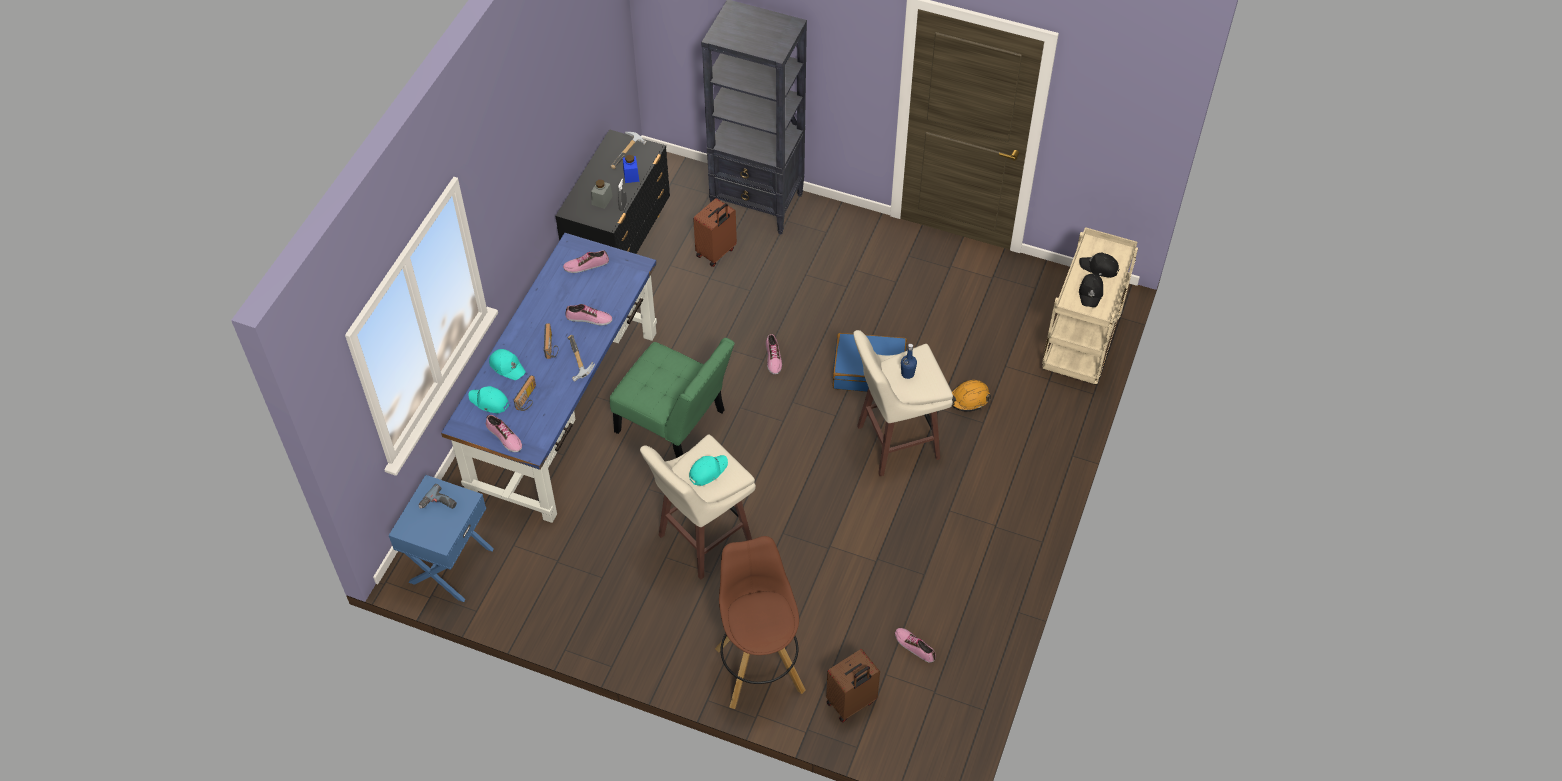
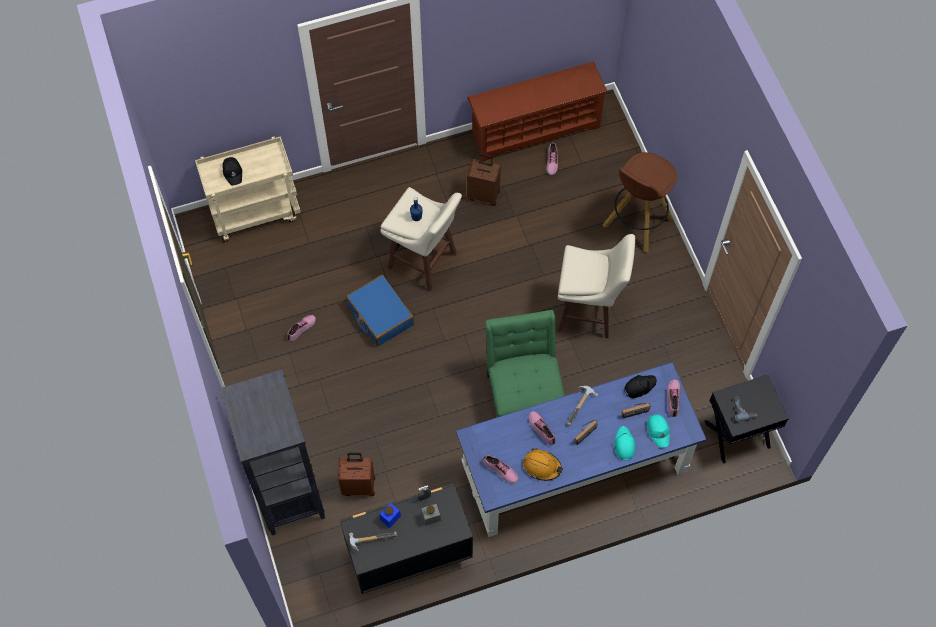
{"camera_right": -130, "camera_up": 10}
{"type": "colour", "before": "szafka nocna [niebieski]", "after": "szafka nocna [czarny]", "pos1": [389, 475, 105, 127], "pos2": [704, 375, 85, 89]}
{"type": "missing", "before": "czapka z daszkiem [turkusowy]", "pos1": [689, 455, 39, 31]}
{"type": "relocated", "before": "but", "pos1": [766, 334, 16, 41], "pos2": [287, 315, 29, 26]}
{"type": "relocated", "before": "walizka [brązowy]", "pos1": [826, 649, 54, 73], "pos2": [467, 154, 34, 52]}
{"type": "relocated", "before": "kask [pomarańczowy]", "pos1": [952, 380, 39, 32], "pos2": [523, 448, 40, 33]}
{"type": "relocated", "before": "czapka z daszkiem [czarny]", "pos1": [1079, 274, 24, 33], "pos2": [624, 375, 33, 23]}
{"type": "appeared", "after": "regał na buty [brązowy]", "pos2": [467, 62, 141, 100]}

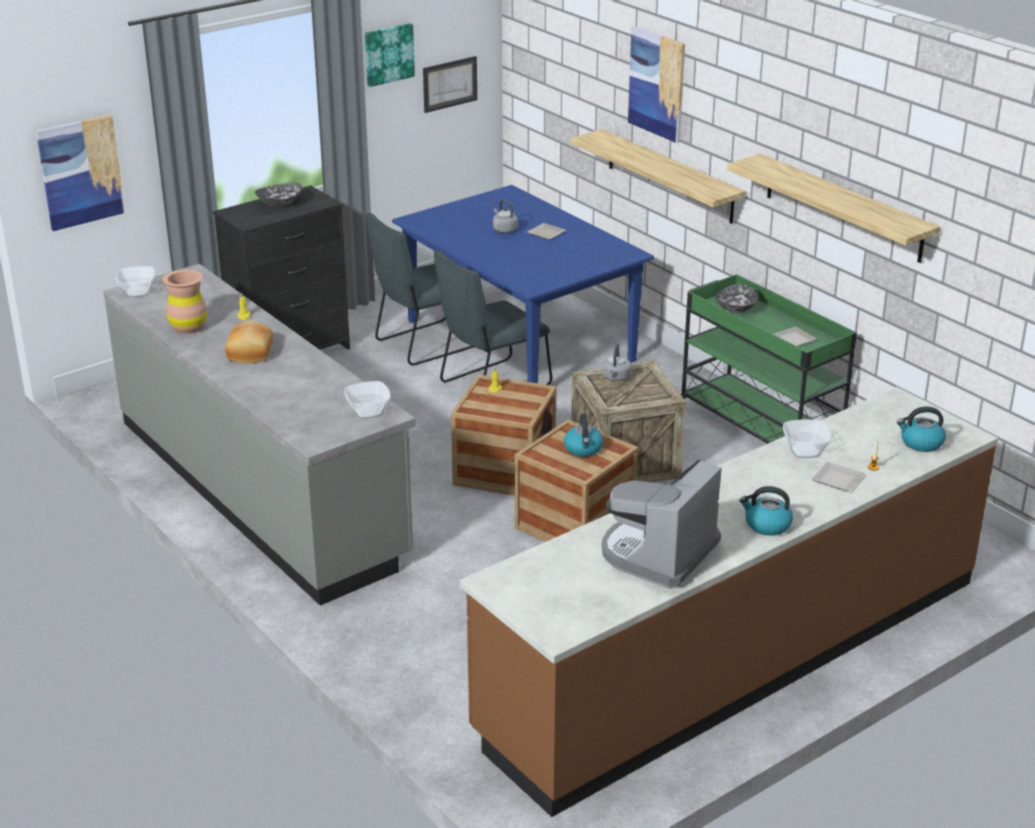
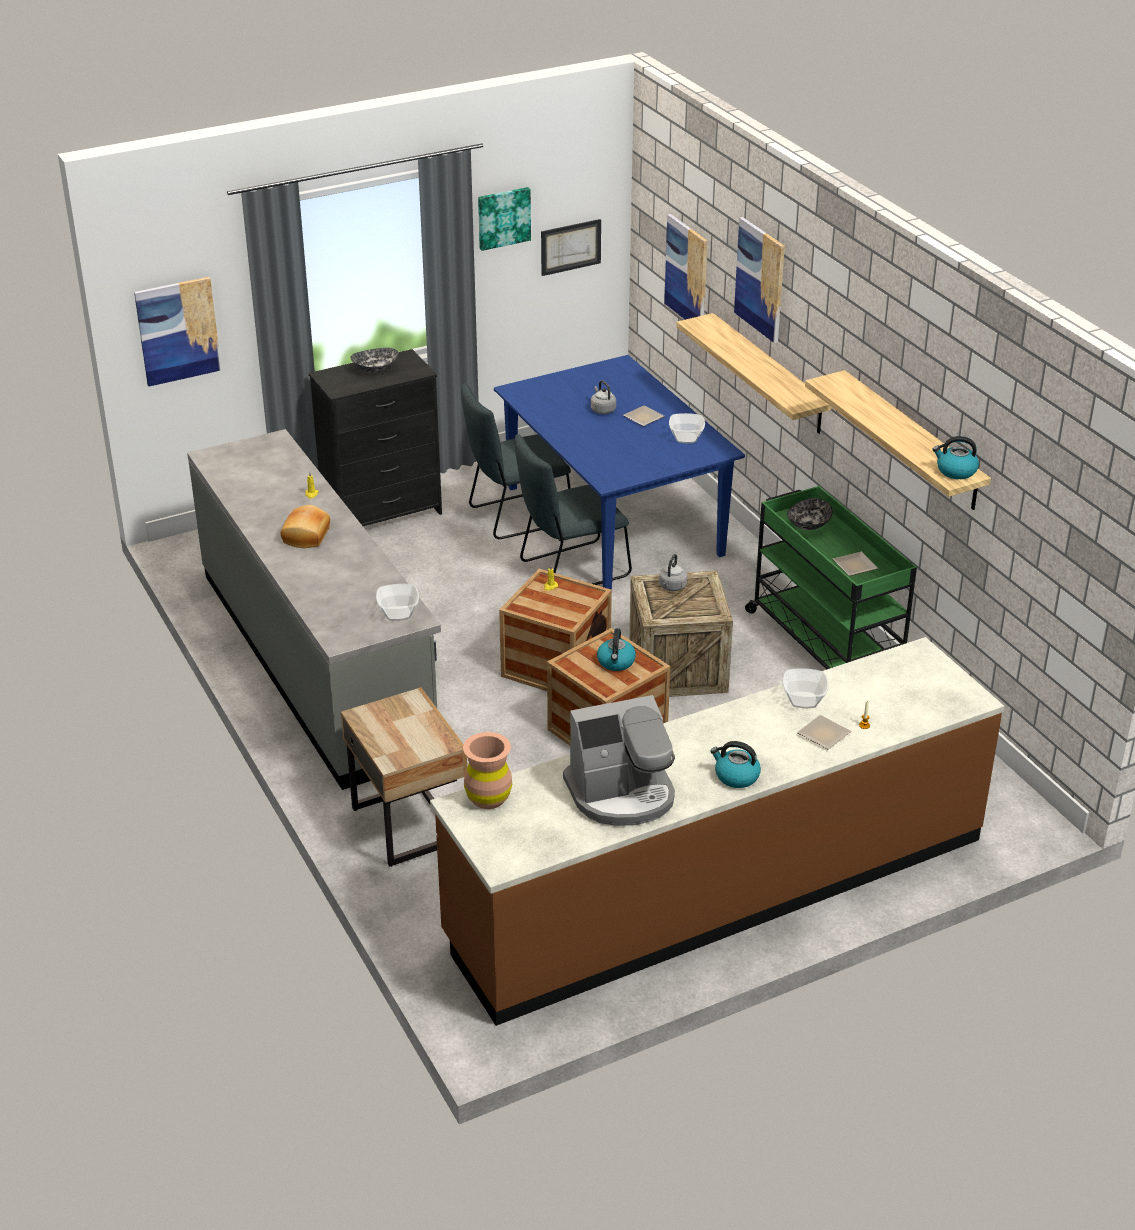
{"camera_right": 10, "camera_up": 5}
{"type": "relocated", "before": "miska", "pos1": [116, 266, 39, 31], "pos2": [669, 413, 36, 30]}
{"type": "relocated", "before": "wazon [brązowy]", "pos1": [162, 270, 45, 64], "pos2": [463, 732, 49, 77]}
{"type": "spun", "before": "ekspres do kawy", "pos1": [602, 459, 120, 130], "pos2": [563, 695, 112, 131], "turn": -150}
{"type": "relocated", "before": "czajnik", "pos1": [897, 406, 49, 46], "pos2": [933, 436, 46, 43]}
{"type": "appeared", "after": "szafka nocna [beżowy]", "pos2": [341, 687, 126, 180]}
{"type": "appeared", "after": "obraz", "pos2": [664, 214, 44, 106]}

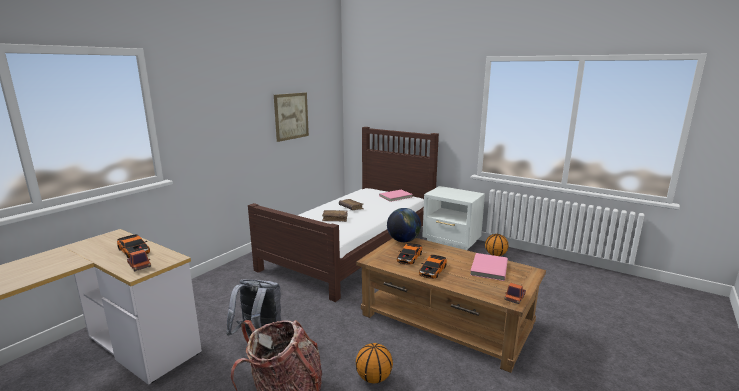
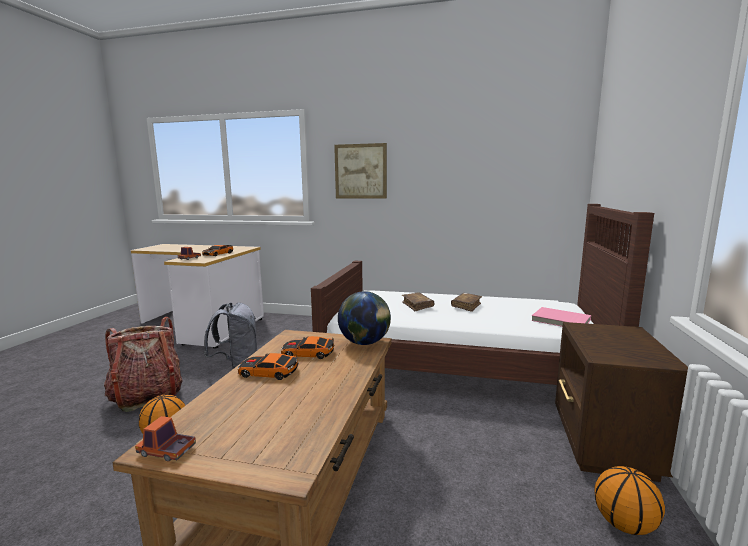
{"camera_right": 70, "camera_up": -5}
{"type": "relocated", "before": "obraz", "pos1": [274, 93, 35, 49], "pos2": [334, 143, 53, 56]}
{"type": "colour", "before": "szafka nocna [biały]", "after": "szafka nocna [brązowy]", "pos1": [422, 186, 63, 64], "pos2": [555, 322, 133, 160]}
{"type": "missing", "before": "książka [różowy]", "pos1": [470, 253, 38, 28]}

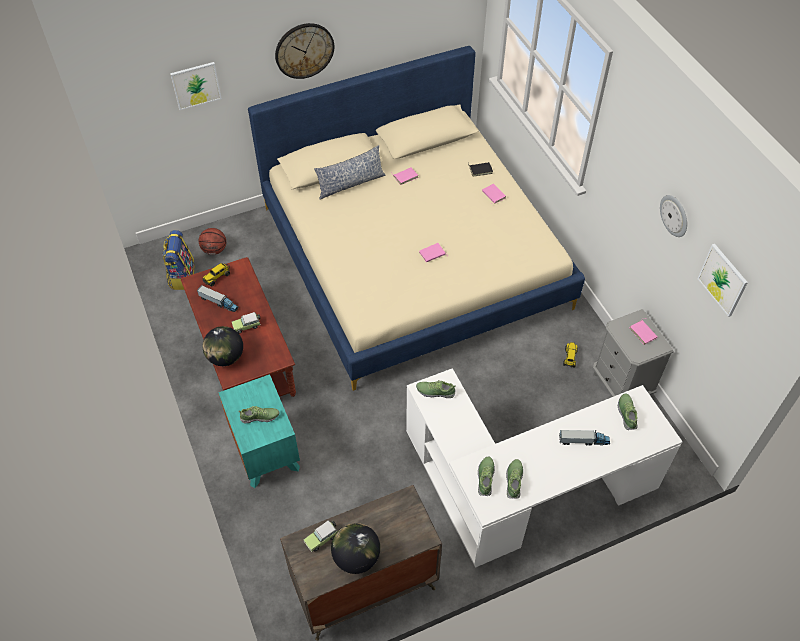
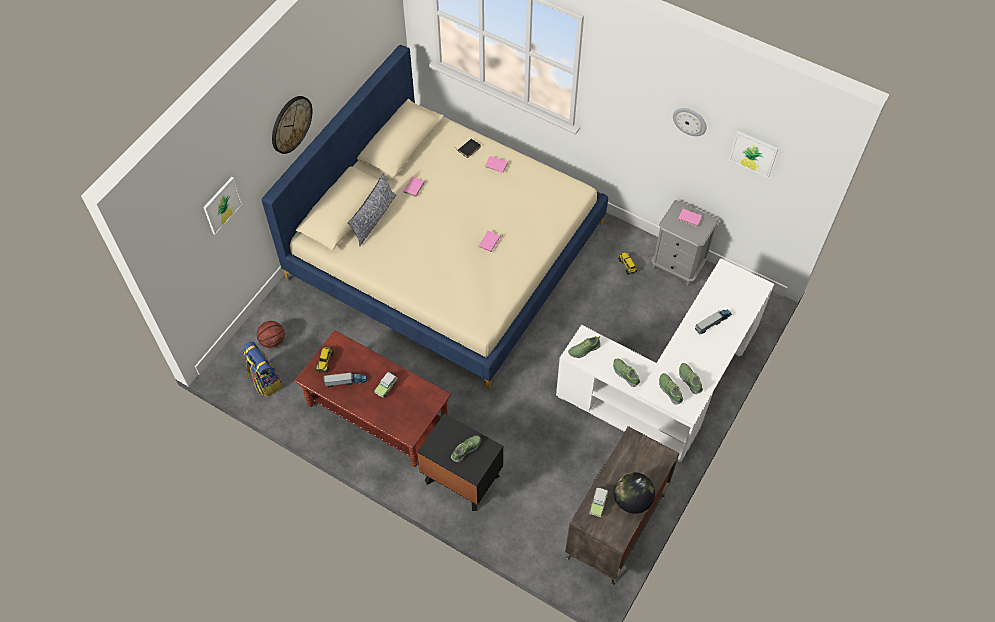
{"camera_right": -35, "camera_up": 5}
{"type": "missing", "before": "globus", "pos1": [203, 326, 40, 40]}
{"type": "colour", "before": "szafka nocna [turkusowy]", "after": "szafka nocna [czarny]", "pos1": [219, 374, 81, 114], "pos2": [417, 413, 86, 98]}
{"type": "relocated", "before": "but", "pos1": [618, 393, 20, 37], "pos2": [613, 358, 27, 29]}

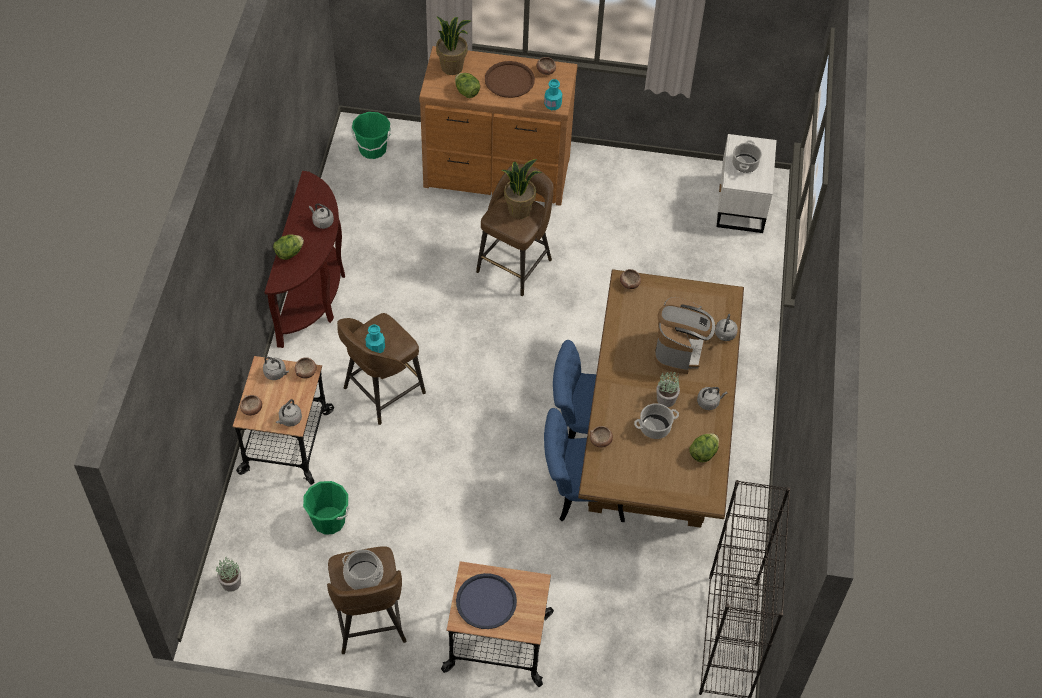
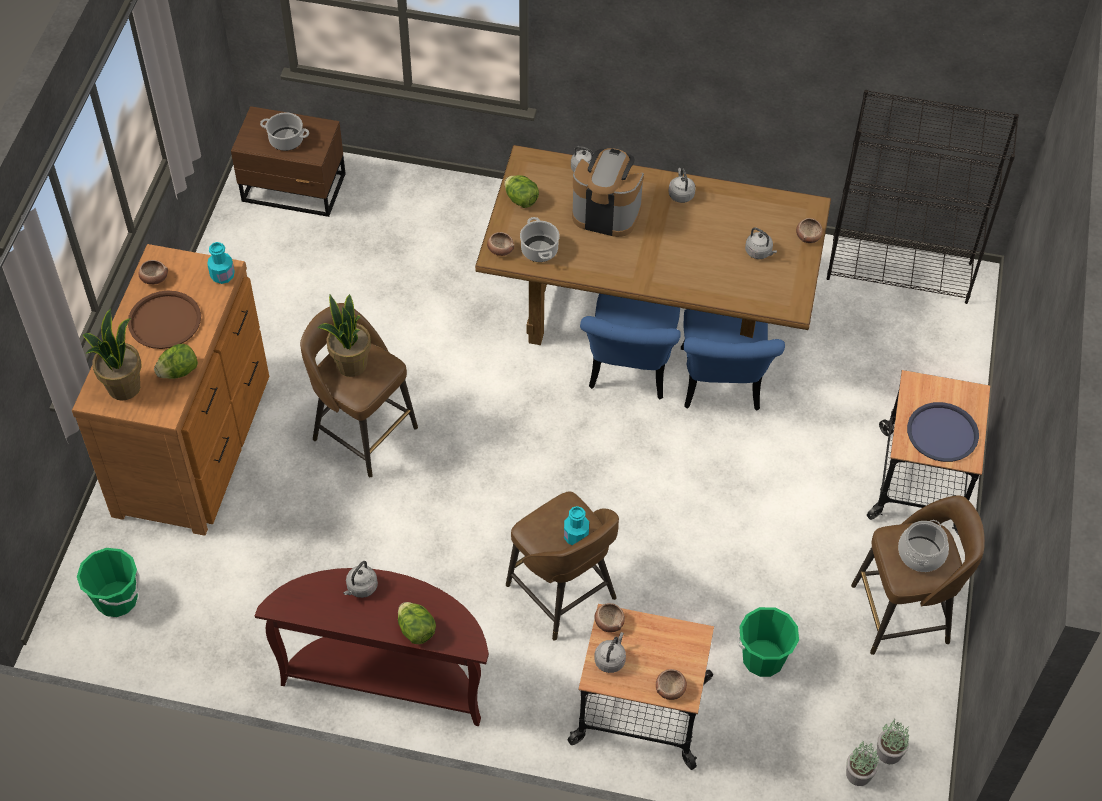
{"camera_right": -85, "camera_up": 0}
{"type": "relocated", "before": "czajnik [szary]", "pos1": [276, 399, 26, 28], "pos2": [745, 227, 32, 32]}
{"type": "relocated", "before": "miska", "pos1": [590, 426, 23, 22], "pos2": [796, 218, 27, 25]}
{"type": "relocated", "before": "garnek", "pos1": [634, 403, 45, 36], "pos2": [520, 217, 40, 45]}
{"type": "relocated", "before": "roślina doniczkowa", "pos1": [656, 371, 24, 36], "pos2": [877, 719, 32, 45]}
{"type": "relocated", "before": "sałata", "pos1": [689, 433, 30, 29], "pos2": [504, 175, 35, 33]}
{"type": "colour", "before": "szafka nocna [biały]", "after": "szafka nocna [brązowy]", "pos1": [716, 134, 61, 99], "pos2": [231, 106, 115, 111]}

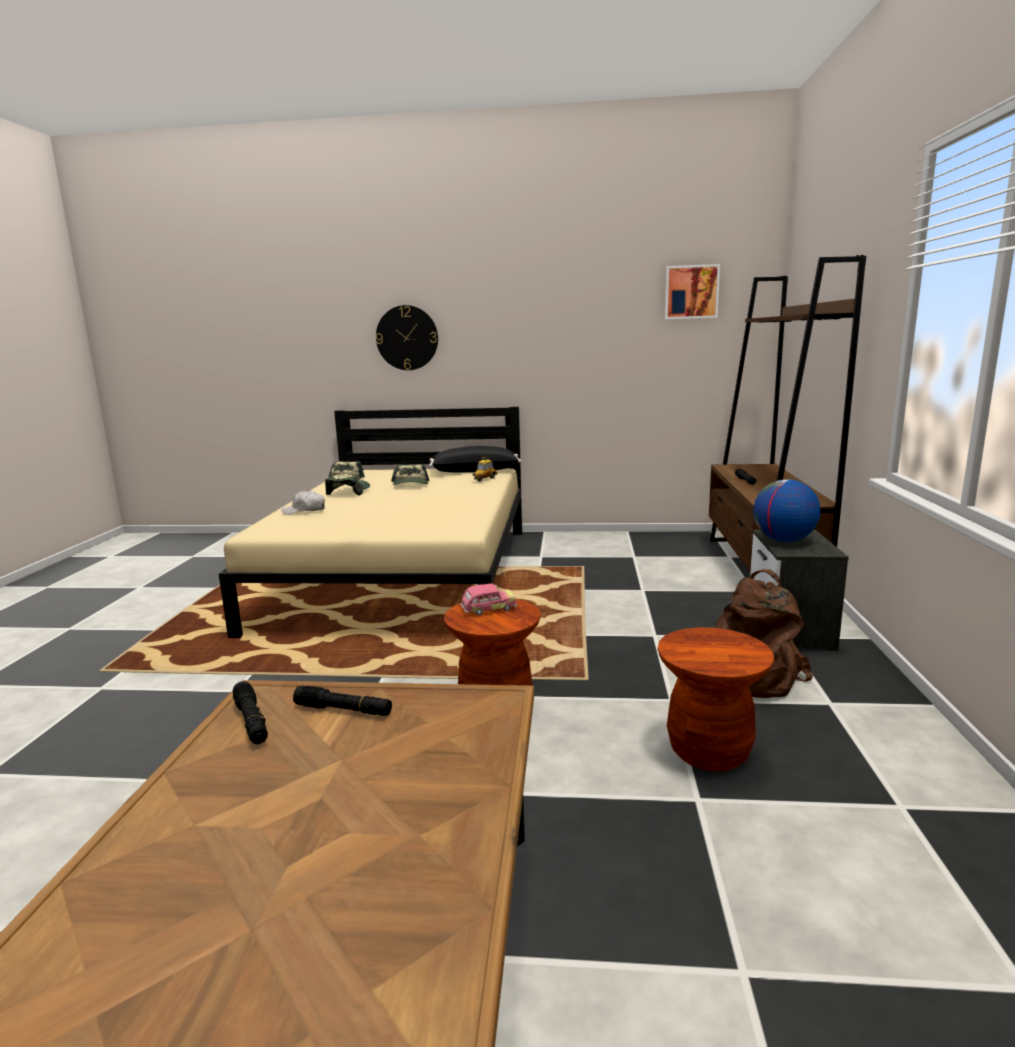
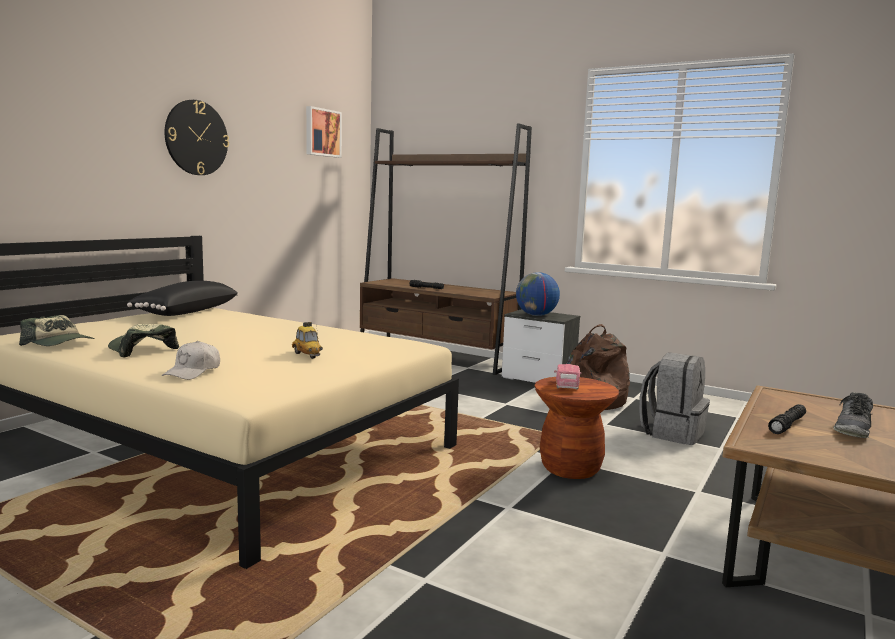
{"camera_right": -65, "camera_up": -5}
{"type": "missing", "before": "latarka [czarny]", "pos1": [232, 681, 36, 63]}
{"type": "relocated", "before": "zegar ścienny", "pos1": [376, 305, 62, 65], "pos2": [164, 100, 65, 75]}
{"type": "missing", "before": "czapka z daszkiem", "pos1": [391, 464, 39, 21]}
{"type": "relocated", "before": "samochodzik", "pos1": [472, 457, 25, 24], "pos2": [292, 322, 31, 37]}
{"type": "exchanged", "before": "stołek [brązowy]", "after": "plecak [szary]", "pos1": [658, 627, 116, 145], "pos2": [640, 353, 70, 92]}
{"type": "appeared", "after": "but", "pos2": [833, 392, 40, 46]}

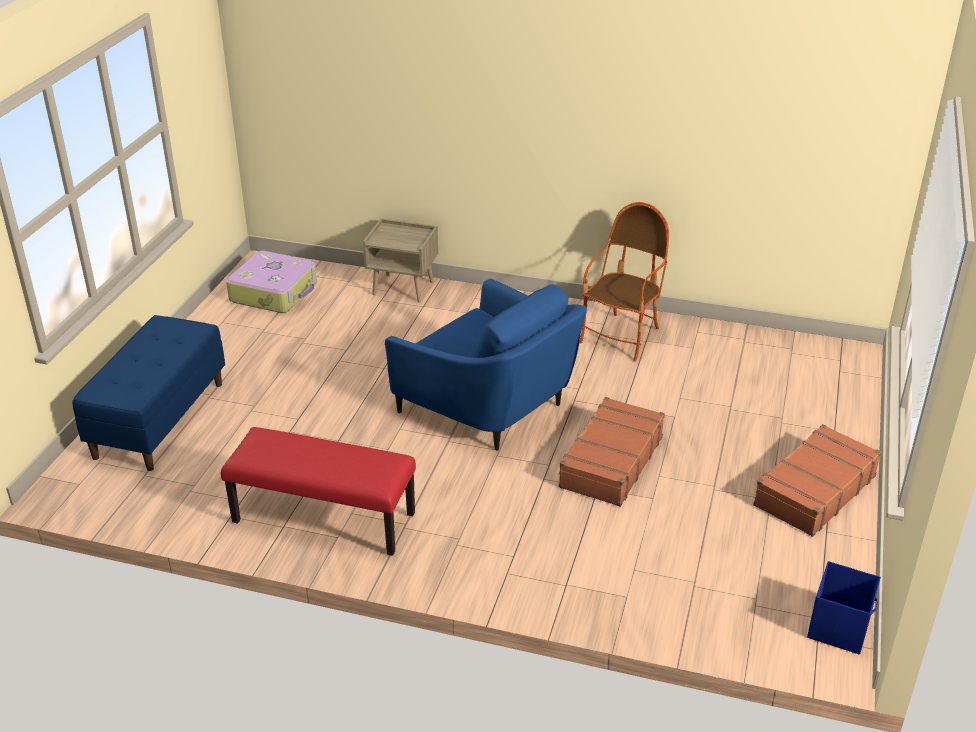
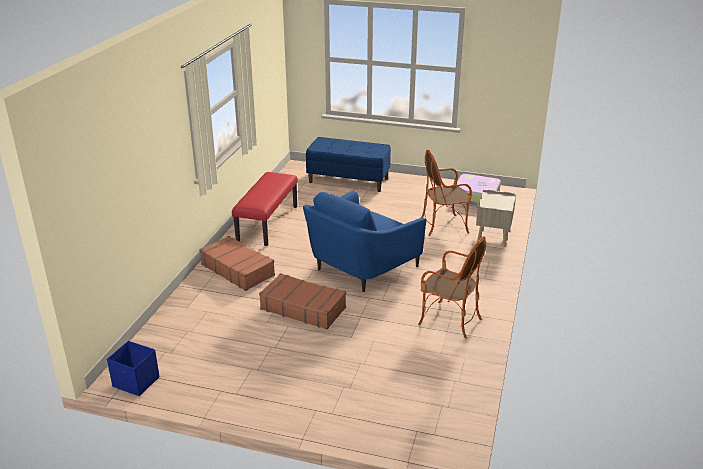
{"camera_right": 90, "camera_up": -5}
{"type": "relocated", "before": "walizka [brązowy]", "pos1": [753, 424, 129, 113], "pos2": [199, 236, 76, 55]}
{"type": "appeared", "after": "fotel", "pos2": [422, 150, 50, 86]}

